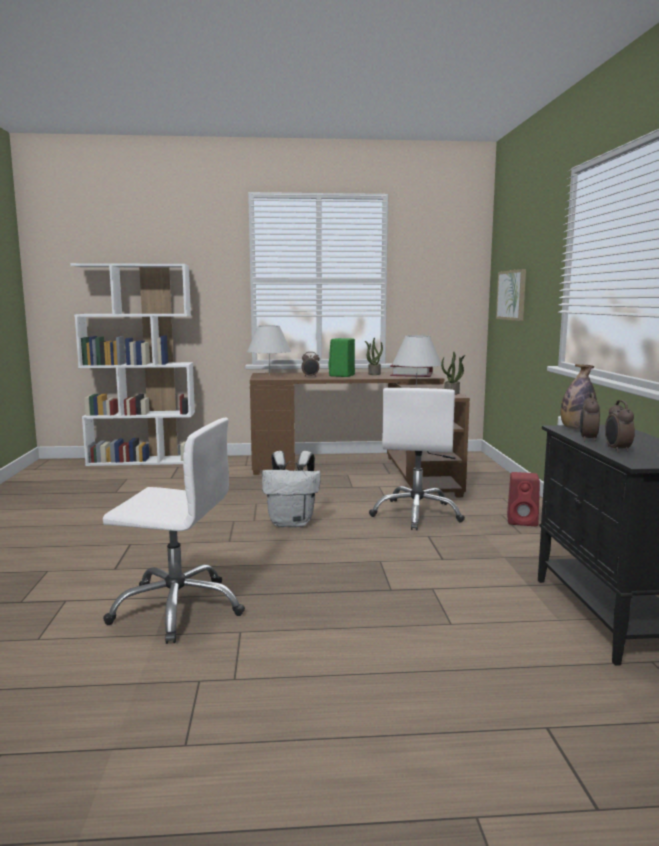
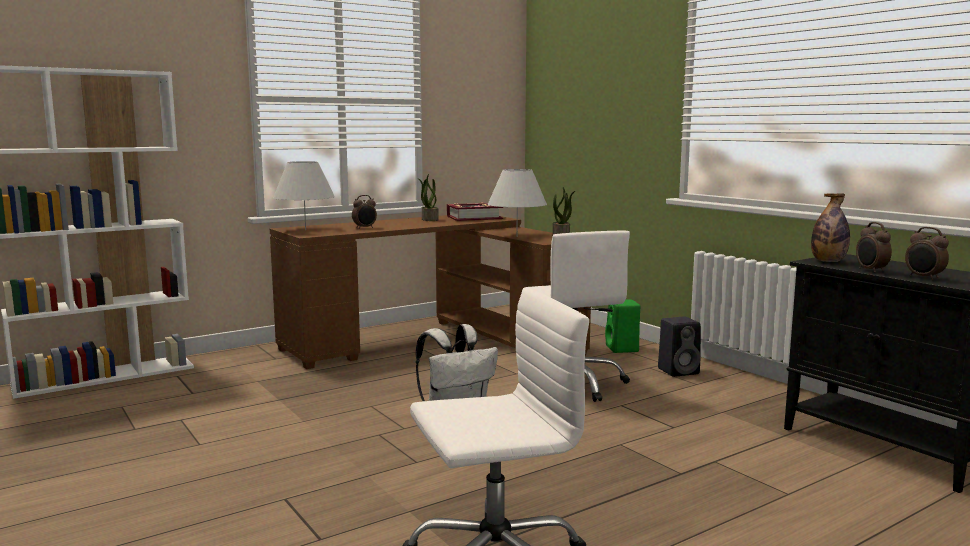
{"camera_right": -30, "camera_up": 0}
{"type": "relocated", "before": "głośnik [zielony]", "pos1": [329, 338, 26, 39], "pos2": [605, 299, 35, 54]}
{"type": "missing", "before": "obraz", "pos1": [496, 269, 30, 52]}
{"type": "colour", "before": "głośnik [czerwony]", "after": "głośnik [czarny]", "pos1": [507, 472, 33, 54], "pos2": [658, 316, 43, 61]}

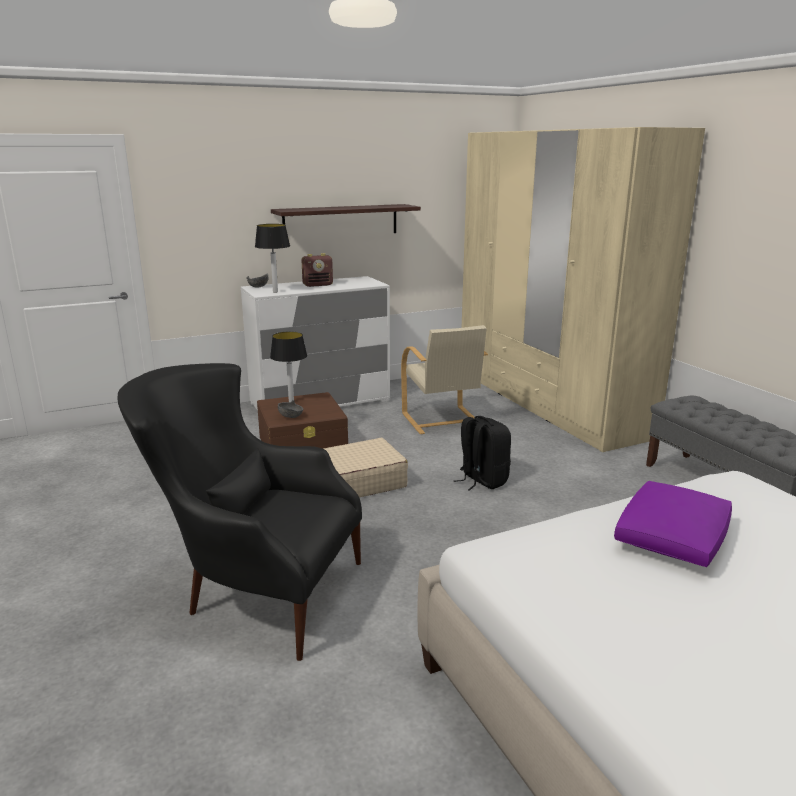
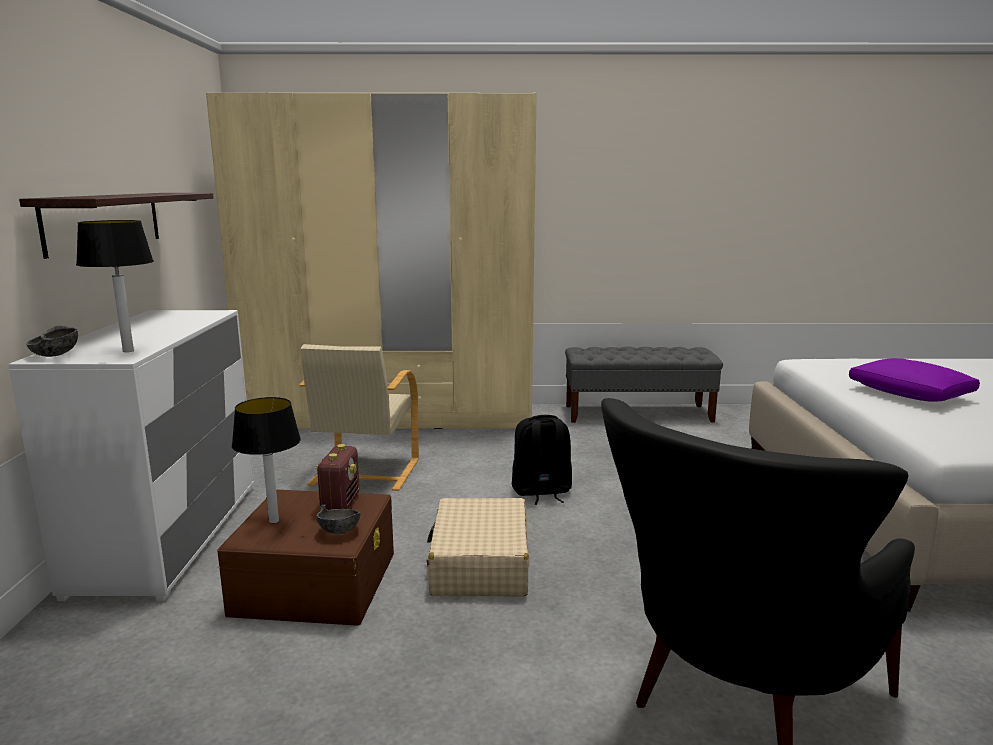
{"camera_right": -65, "camera_up": -5}
{"type": "relocated", "before": "radio", "pos1": [301, 253, 32, 34], "pos2": [315, 444, 45, 66]}
{"type": "spun", "before": "fotel [beżowy]", "pos1": [401, 325, 87, 109], "pos2": [299, 344, 120, 147], "turn": 90}

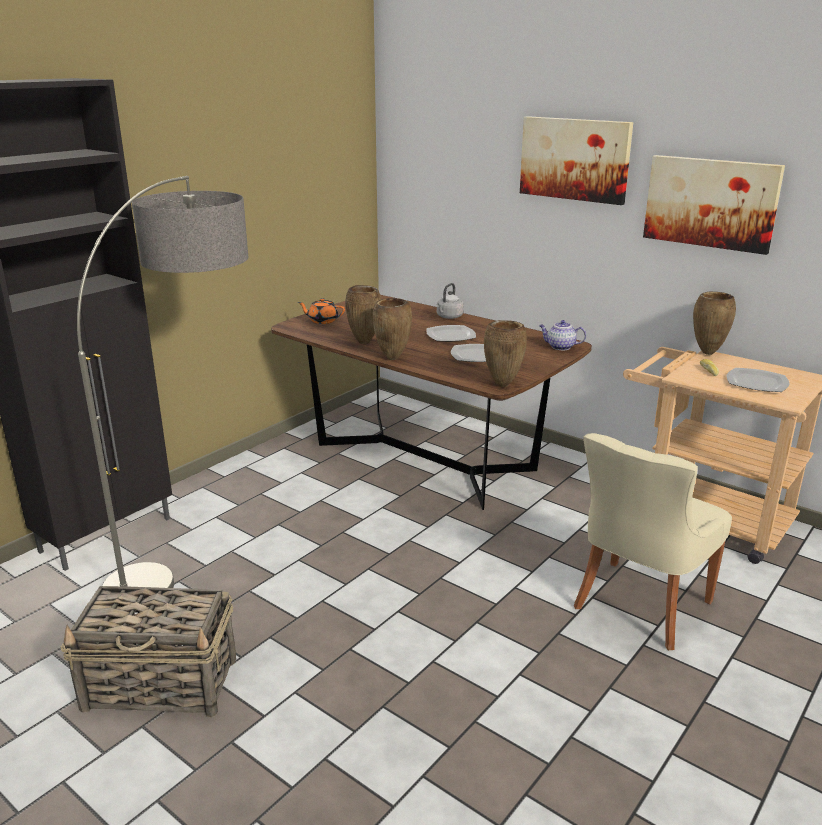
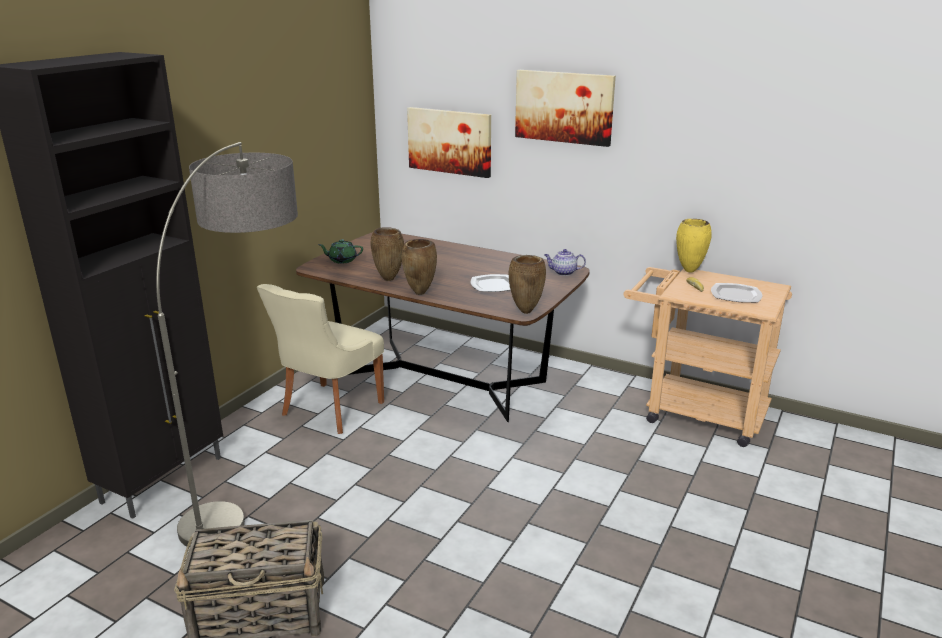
{"camera_right": -10, "camera_up": 0}
{"type": "colour", "before": "imbryk [pomarańczowy]", "after": "imbryk [zielony]", "pos1": [298, 298, 47, 26], "pos2": [318, 239, 45, 25]}
{"type": "missing", "before": "talerz", "pos1": [426, 325, 50, 17]}
{"type": "missing", "before": "czajnik [szary]", "pos1": [437, 283, 27, 36]}
{"type": "relocated", "before": "krzesło [beżowy]", "pos1": [574, 433, 158, 217], "pos2": [257, 284, 127, 150]}
{"type": "relocated", "before": "obraz", "pos1": [643, 155, 142, 100], "pos2": [407, 107, 84, 71]}
{"type": "colour", "before": "wazon [brązowy]", "after": "wazon [żółty]", "pos1": [693, 292, 43, 63], "pos2": [676, 219, 36, 54]}

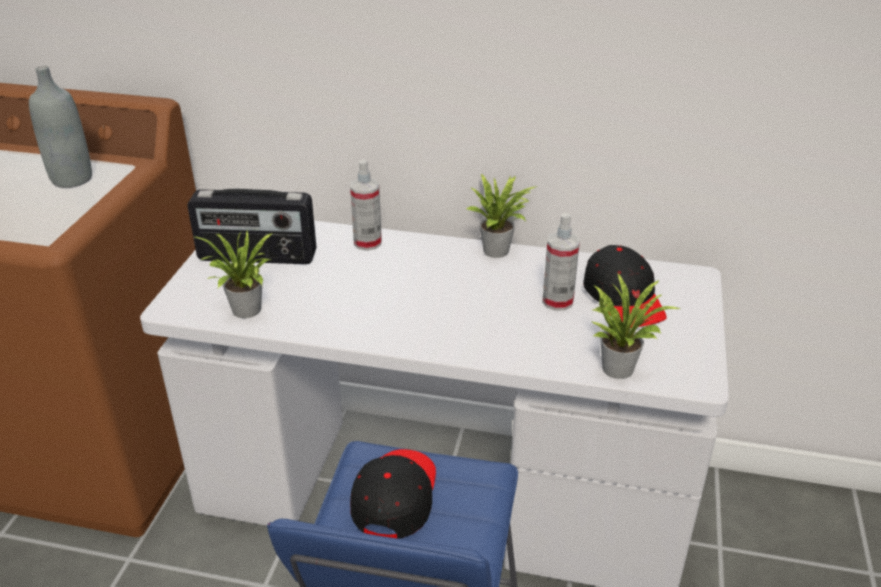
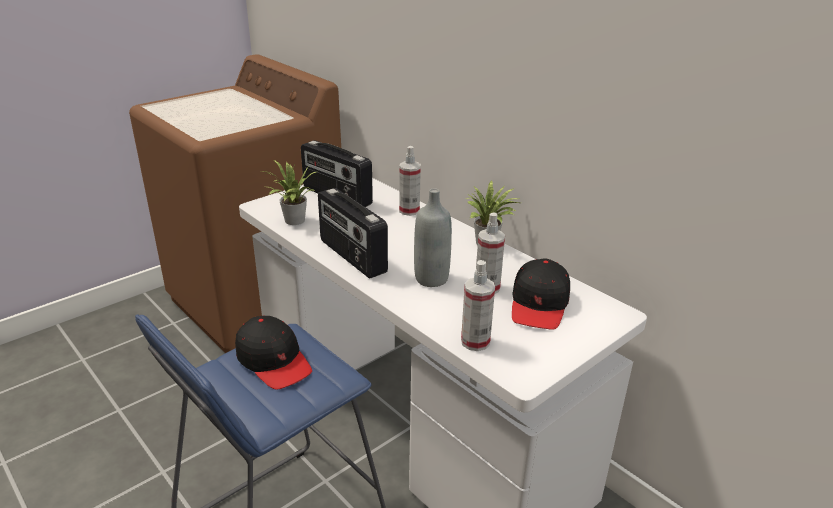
{"camera_right": 35, "camera_up": -5}
{"type": "relocated", "before": "butelka [szary]", "pos1": [29, 66, 63, 122], "pos2": [414, 188, 38, 99]}
{"type": "spun", "before": "czapka z daszkiem [czarny]", "pos1": [350, 449, 86, 90], "pos2": [235, 315, 77, 75], "turn": 90}
{"type": "exchanged", "before": "roślina doniczkowa", "after": "spryskiwacz", "pos1": [592, 274, 89, 105], "pos2": [461, 260, 34, 91]}
{"type": "appeared", "after": "radio", "pos2": [318, 188, 70, 90]}

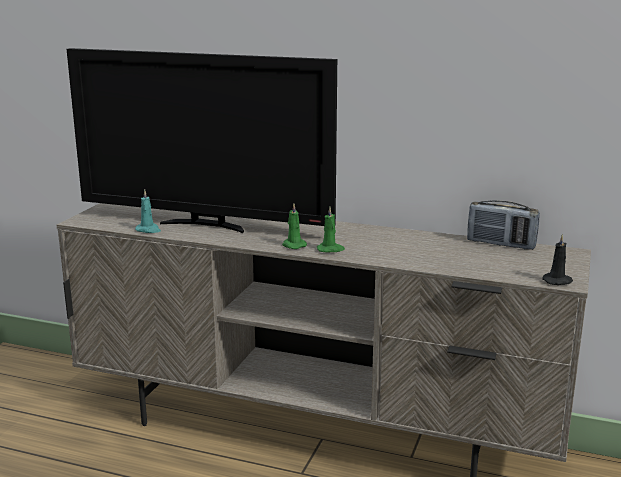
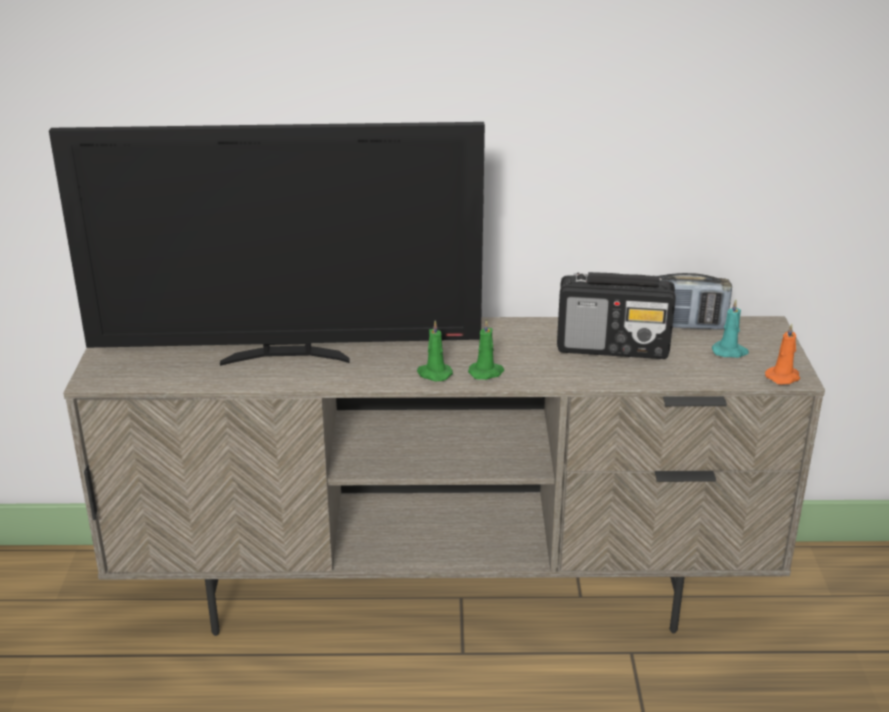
{"camera_right": -20, "camera_up": 10}
{"type": "relocated", "before": "świeca [turkusowy]", "pos1": [135, 190, 26, 43], "pos2": [712, 299, 37, 59]}
{"type": "colour", "before": "świeca [czarny]", "after": "świeca [pomarańczowy]", "pos1": [542, 234, 31, 51], "pos2": [765, 323, 35, 62]}
{"type": "appeared", "after": "radio", "pos2": [557, 272, 118, 87]}

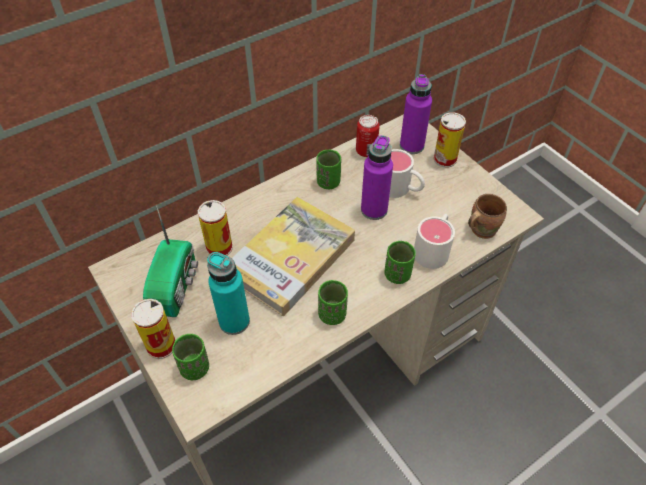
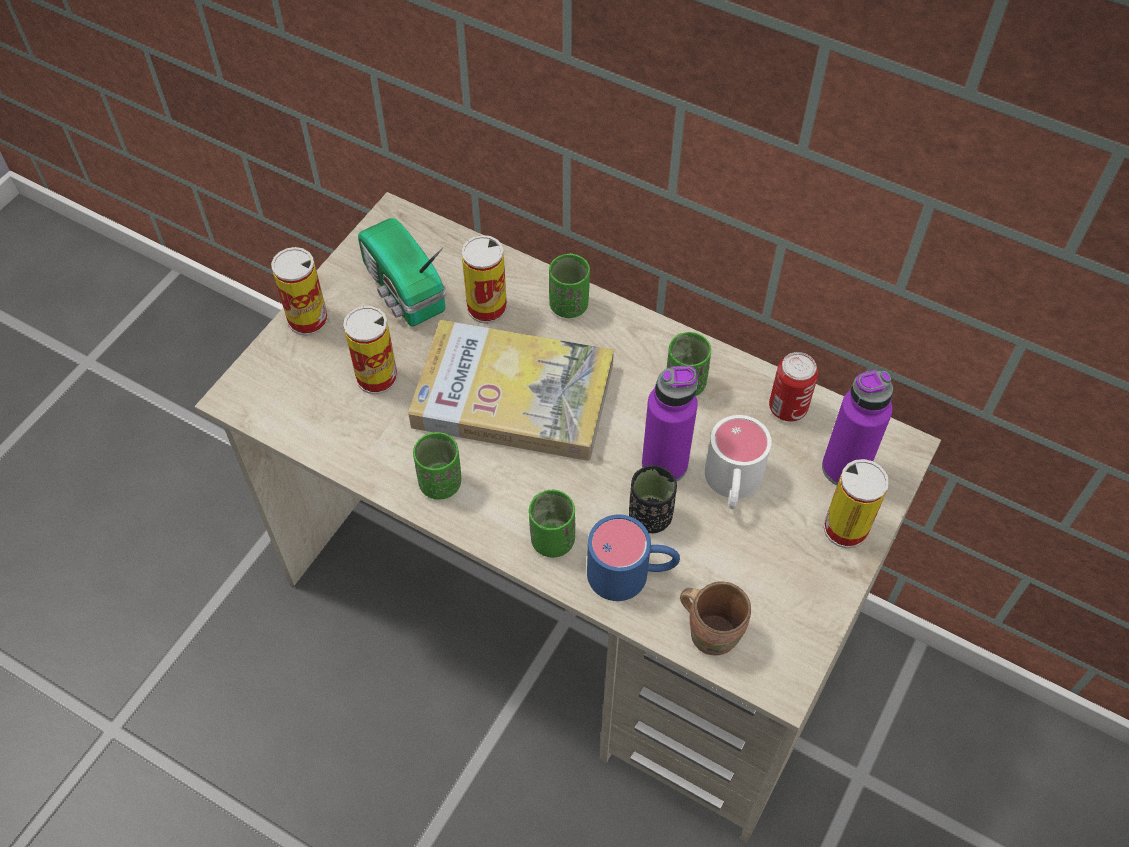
{"camera_right": 65, "camera_up": 5}
{"type": "spun", "before": "radio", "pos1": [143, 205, 55, 112], "pos2": [358, 218, 88, 108], "turn": 75}
{"type": "relocated", "before": "filiżanka [zielony]", "pos1": [172, 334, 37, 46], "pos2": [549, 253, 41, 65]}
{"type": "exchanged", "before": "butelka [turkusowy]", "after": "puszka", "pos1": [207, 252, 43, 83], "pos2": [343, 306, 55, 88]}
{"type": "colour", "before": "kubek [biały]", "after": "kubek [niebieski]", "pos1": [414, 214, 41, 55], "pos2": [587, 515, 93, 86]}
{"type": "appeared", "after": "filiżanka [czarny]", "pos2": [629, 465, 48, 68]}

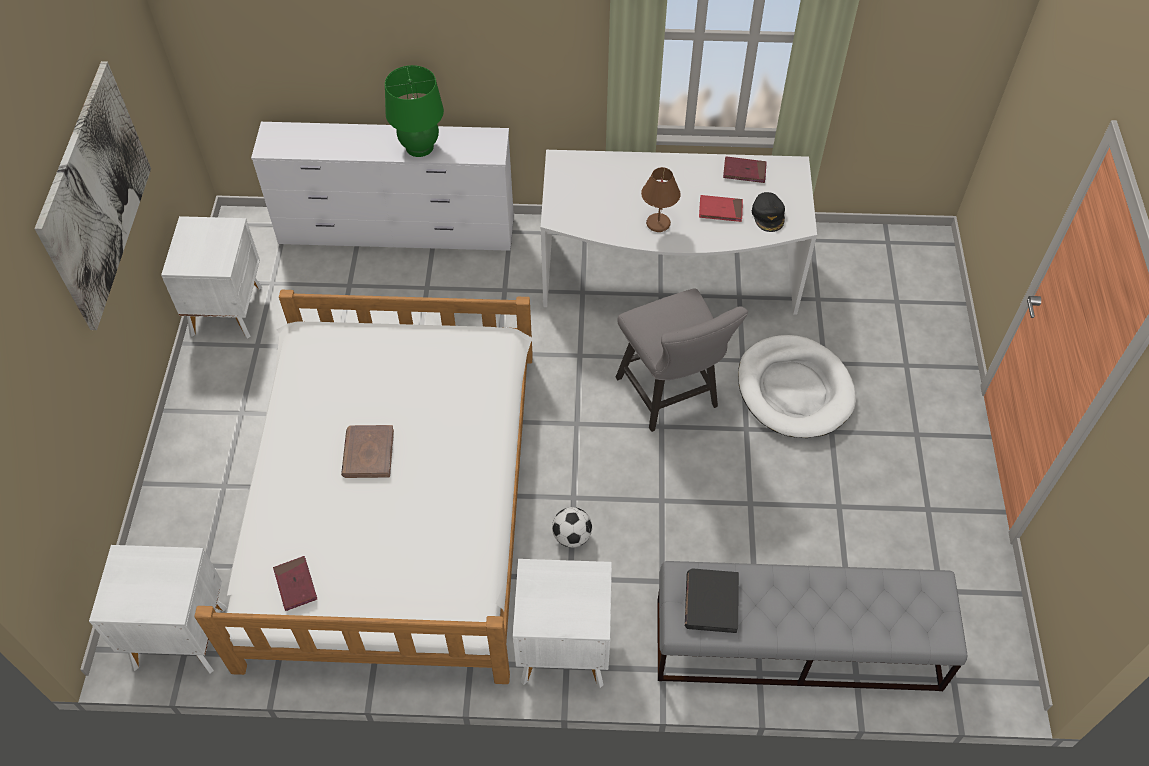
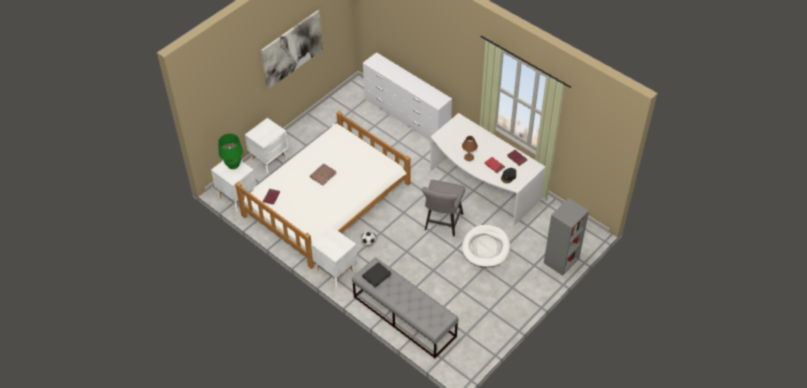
{"camera_right": 40, "camera_up": -5}
{"type": "relocated", "before": "szafka nocna [biały]", "pos1": [161, 216, 101, 123], "pos2": [245, 118, 44, 55]}
{"type": "relocated", "before": "lampa stołowa [zielony]", "pos1": [385, 65, 59, 92], "pos2": [218, 133, 25, 36]}
{"type": "appeared", "after": "regał [szary]", "pos2": [544, 198, 45, 78]}

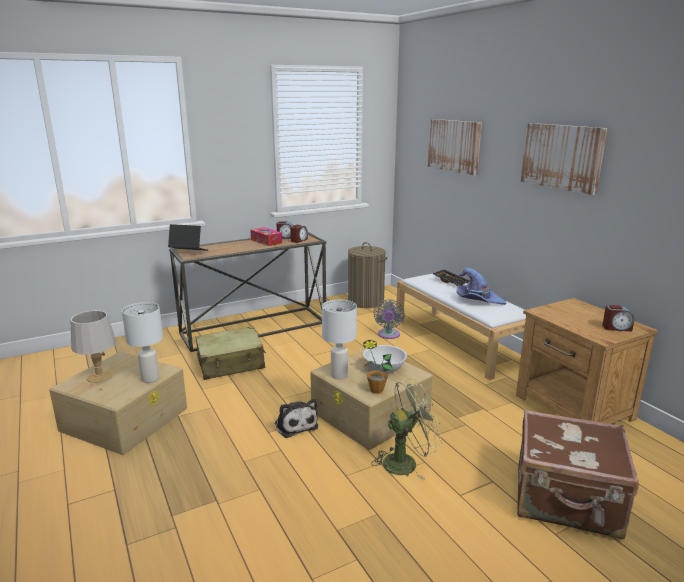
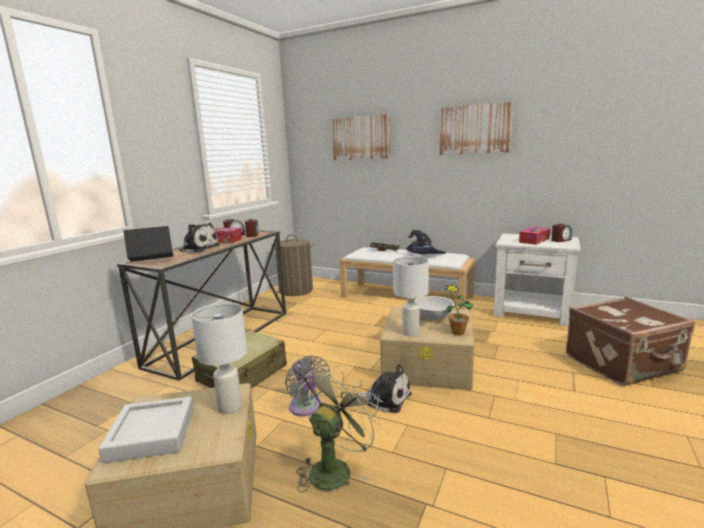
{"camera_right": -35, "camera_up": -5}
{"type": "exchanged", "before": "lampa stołowa [szary]", "after": "taca [szary]", "pos1": [70, 310, 46, 73], "pos2": [99, 396, 95, 67]}
{"type": "relocated", "before": "wentylator [zielony]", "pos1": [371, 379, 71, 101], "pos2": [296, 366, 86, 127]}
{"type": "relocated", "before": "wentylator [szary]", "pos1": [374, 299, 31, 40], "pos2": [285, 356, 45, 60]}
{"type": "colour", "before": "kapelusz [fioletowy]", "after": "kapelusz [czarny]", "pos1": [457, 268, 49, 37], "pos2": [406, 230, 40, 24]}
{"type": "colour", "before": "szafka nocna [brązowy]", "after": "szafka nocna [biały]", "pos1": [516, 298, 142, 126], "pos2": [494, 233, 87, 93]}
{"type": "appeared", "after": "pluszak", "pos2": [177, 223, 43, 30]}
{"type": "appeared", "after": "pudełko chusteczek", "pos2": [519, 227, 31, 18]}

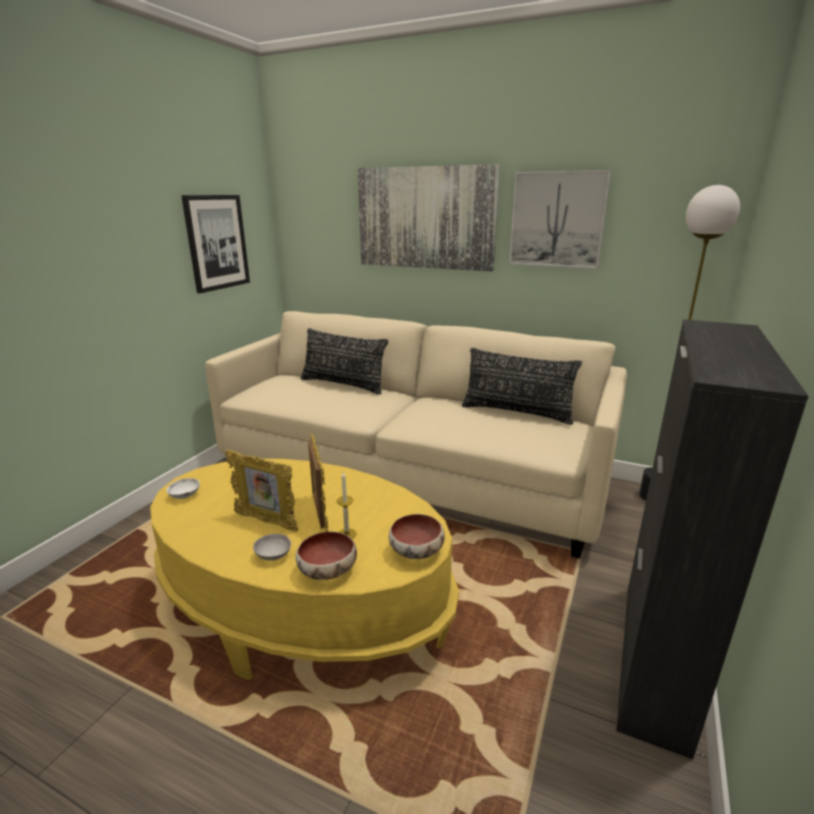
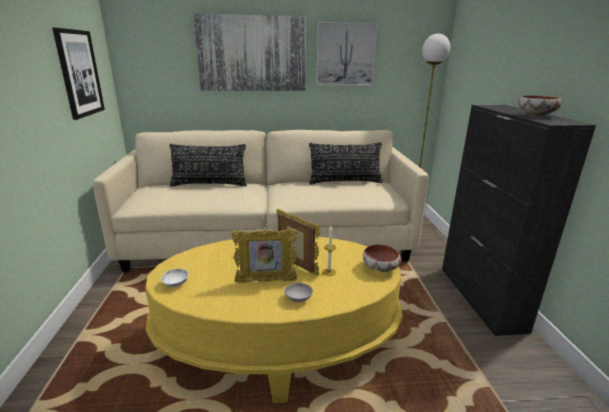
{"camera_right": -30, "camera_up": 0}
{"type": "relocated", "before": "miska", "pos1": [295, 531, 62, 49], "pos2": [518, 95, 44, 21]}

